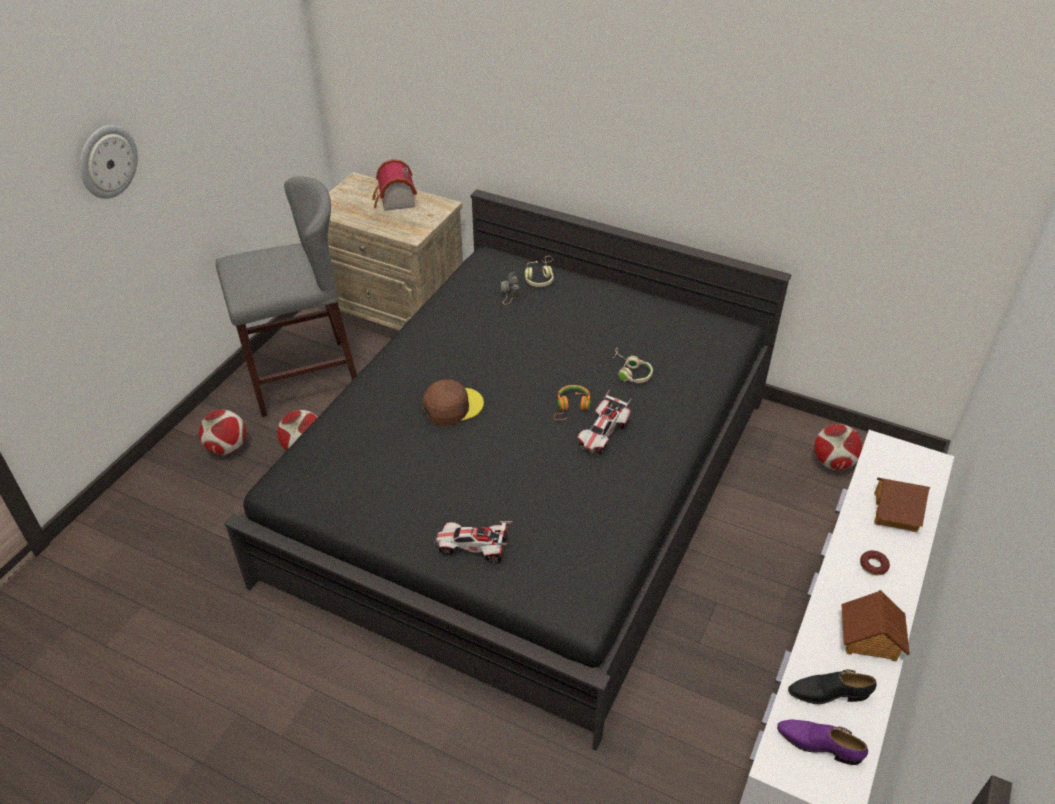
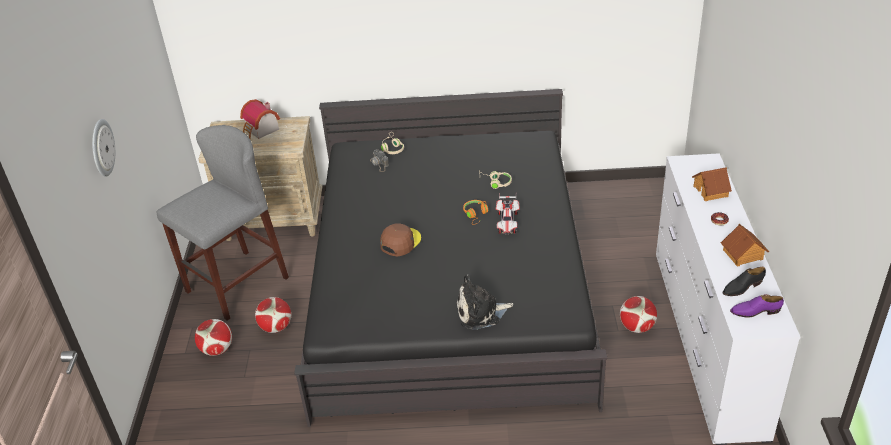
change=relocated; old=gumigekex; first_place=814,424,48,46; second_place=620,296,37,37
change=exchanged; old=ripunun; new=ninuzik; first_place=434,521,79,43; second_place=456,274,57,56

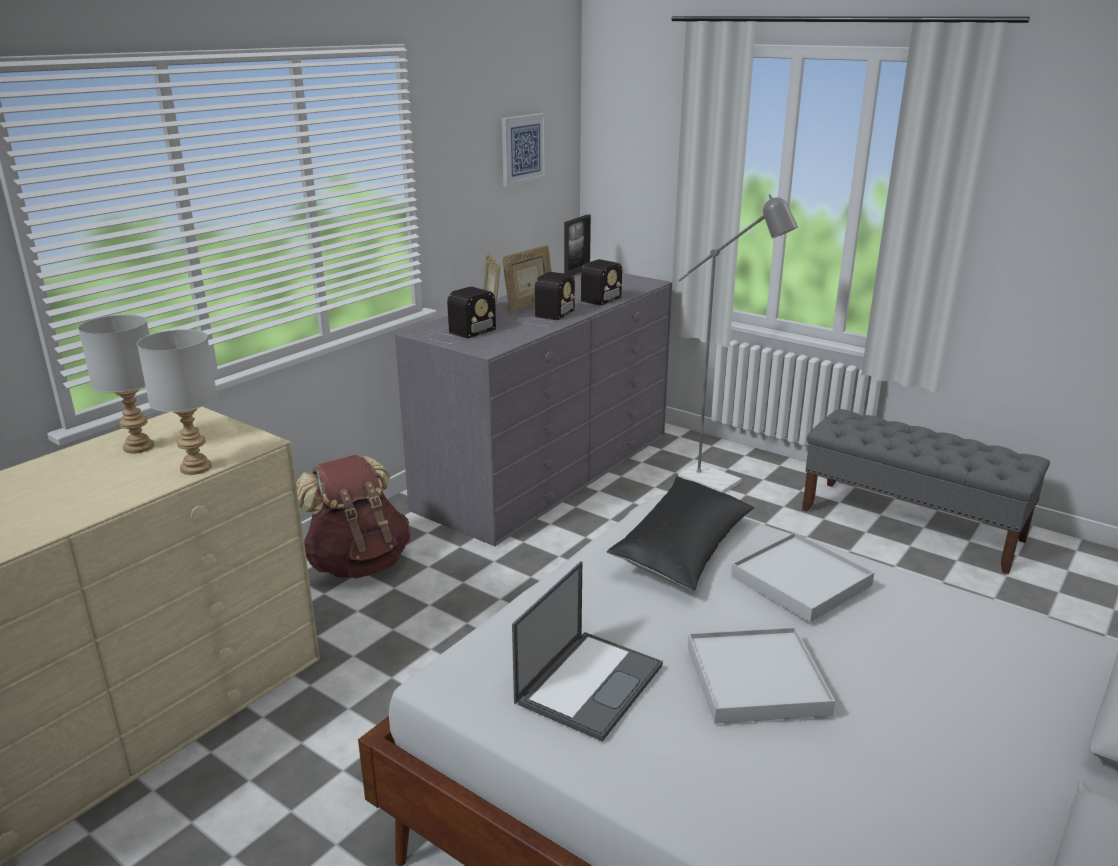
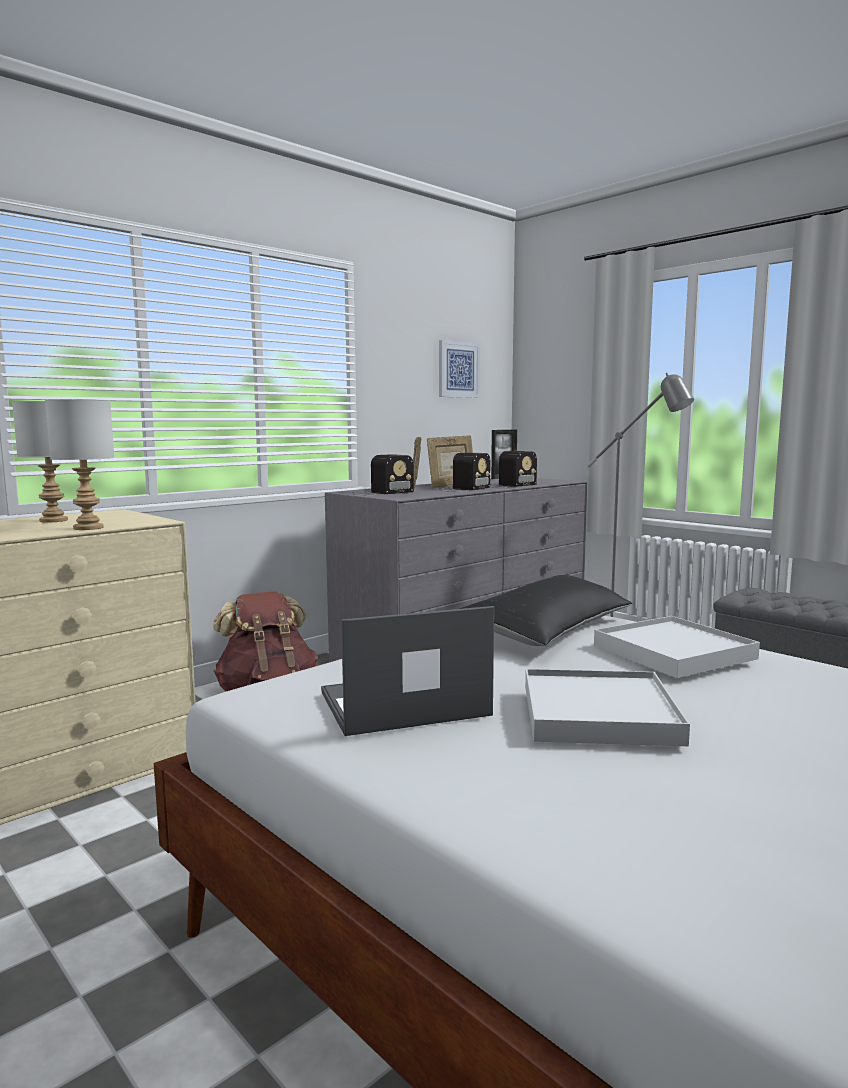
change=spun; old=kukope; first_place=512,561,151,181; second_place=321,606,173,130; degrees=-150

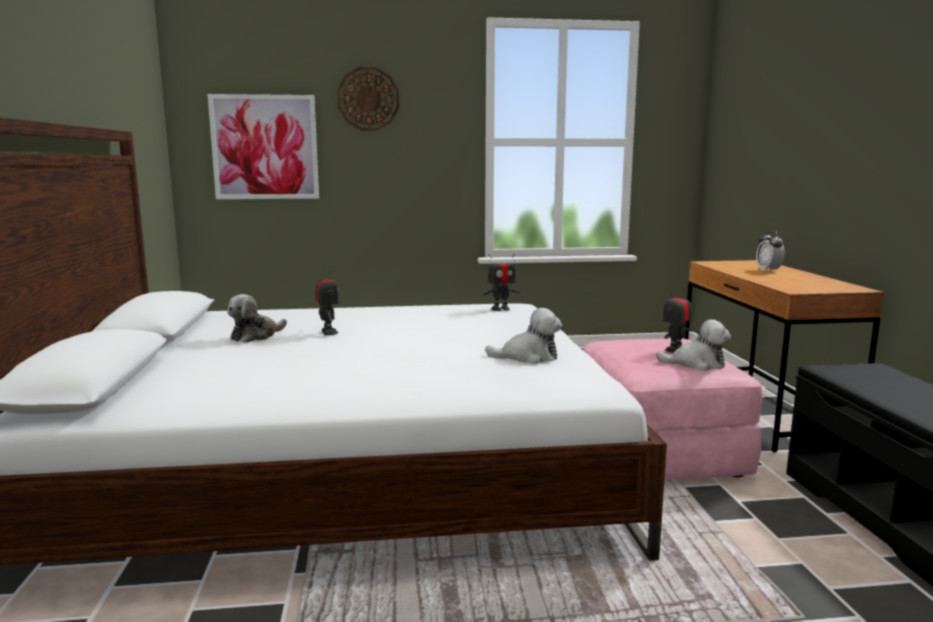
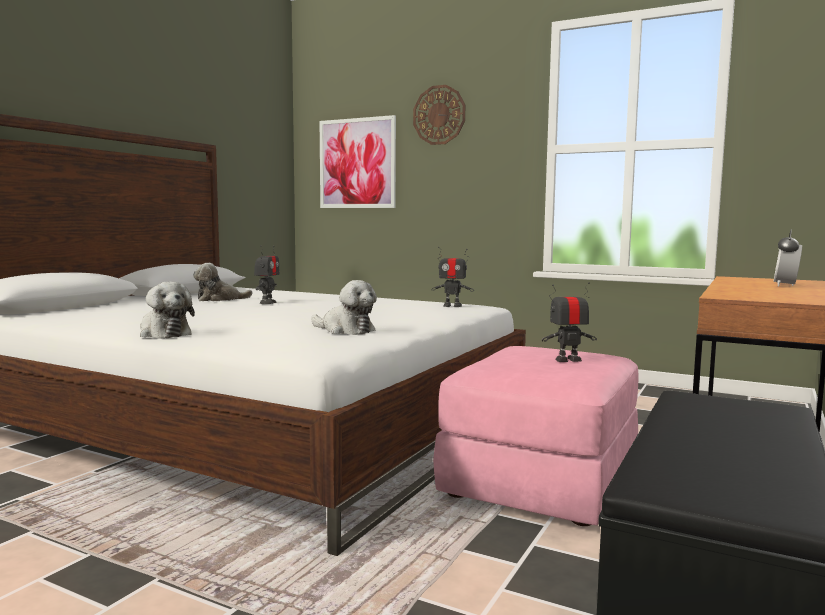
change=relocated; old=ninuzik; first_place=656,319,75,52; second_place=140,282,55,56

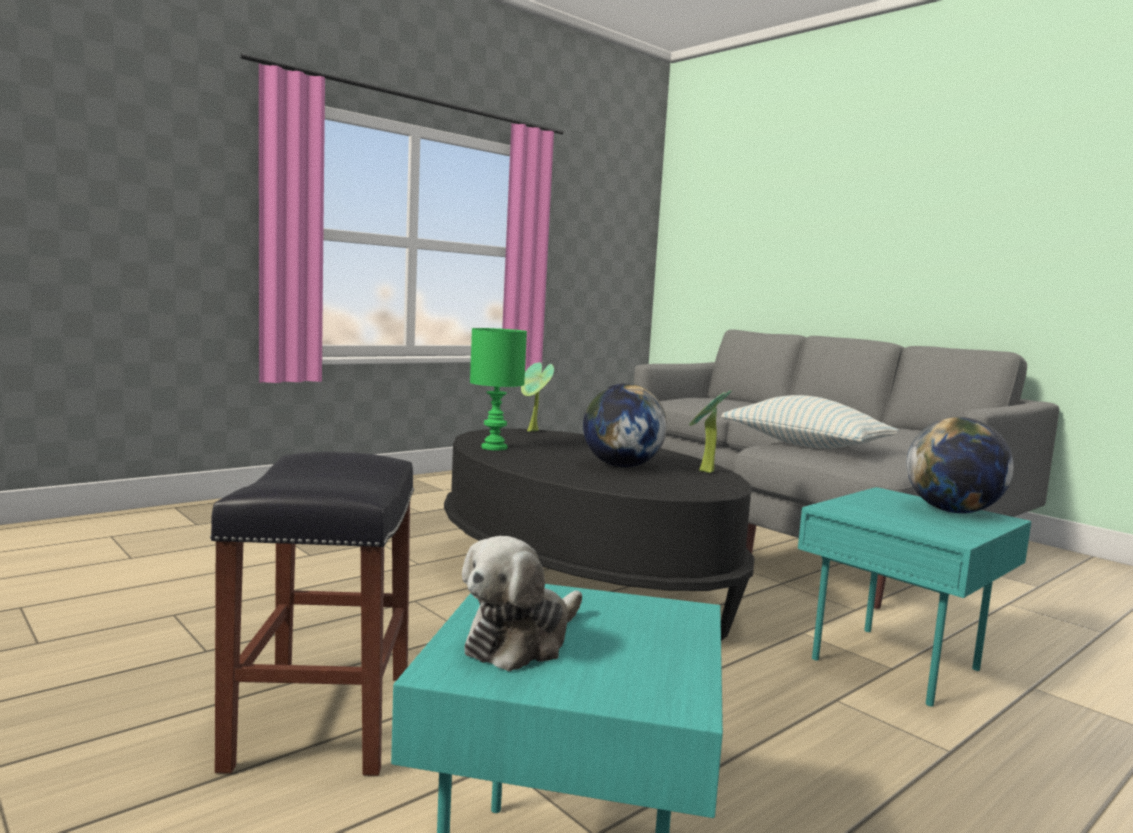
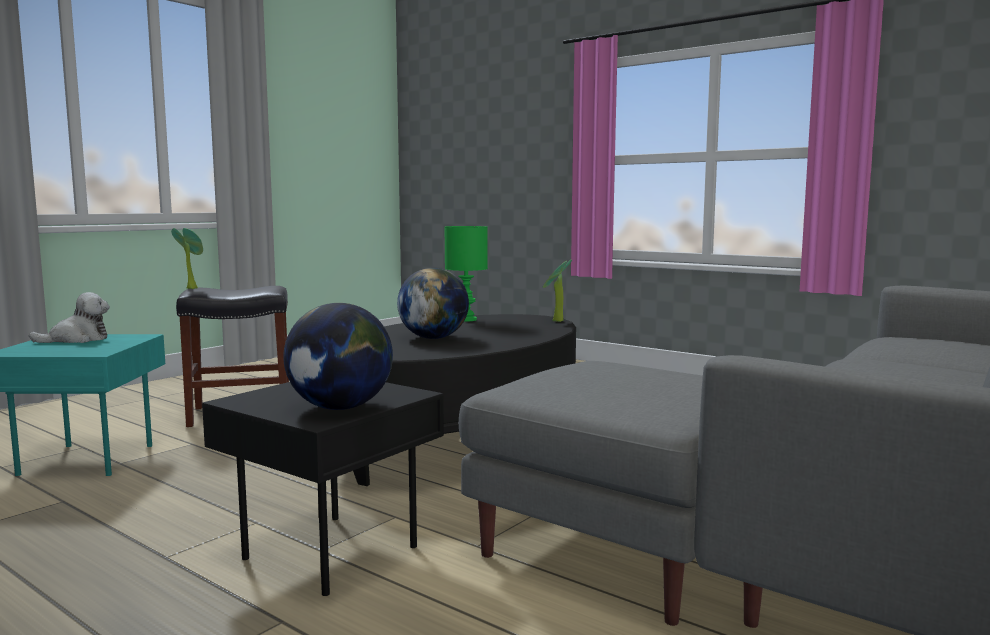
change=missing; old=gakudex; first_place=721,395,178,54
change=relocated; old=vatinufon; first_place=689,390,42,83; second_place=171,228,32,61
change=colour; old=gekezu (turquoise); new=gekezu (black); first_place=798,487,233,220; second_place=202,382,242,214
change=spun; old=ninuzik; first_place=462,536,120,135; second_place=29,292,81,51; degrees=120

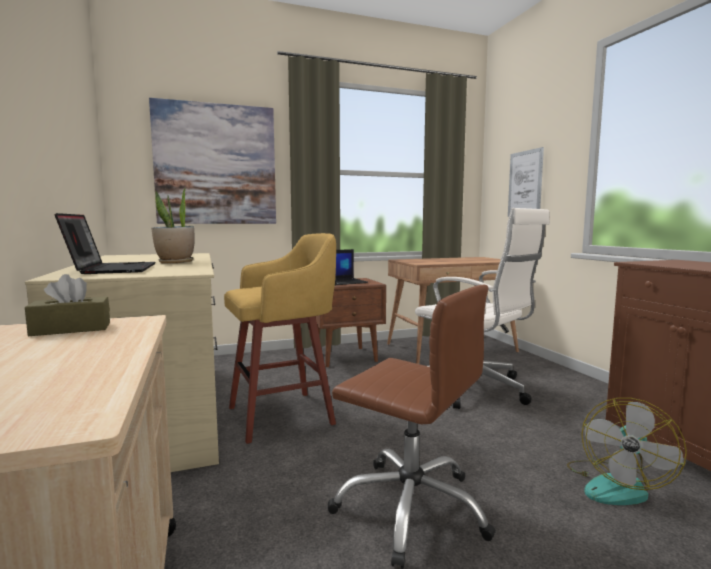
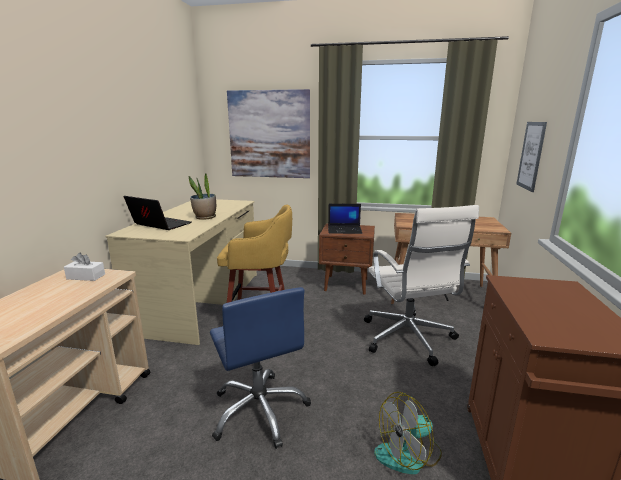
change=colour; old=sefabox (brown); new=sefabox (white); first_place=25,274,85,62; second_place=64,253,41,28
change=colour; old=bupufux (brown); new=bupufux (blue); first_place=328,285,168,283; second_place=210,287,101,162
change=spun; old=kukope; first_place=55,213,100,61; second_place=124,196,67,34; degrees=-75

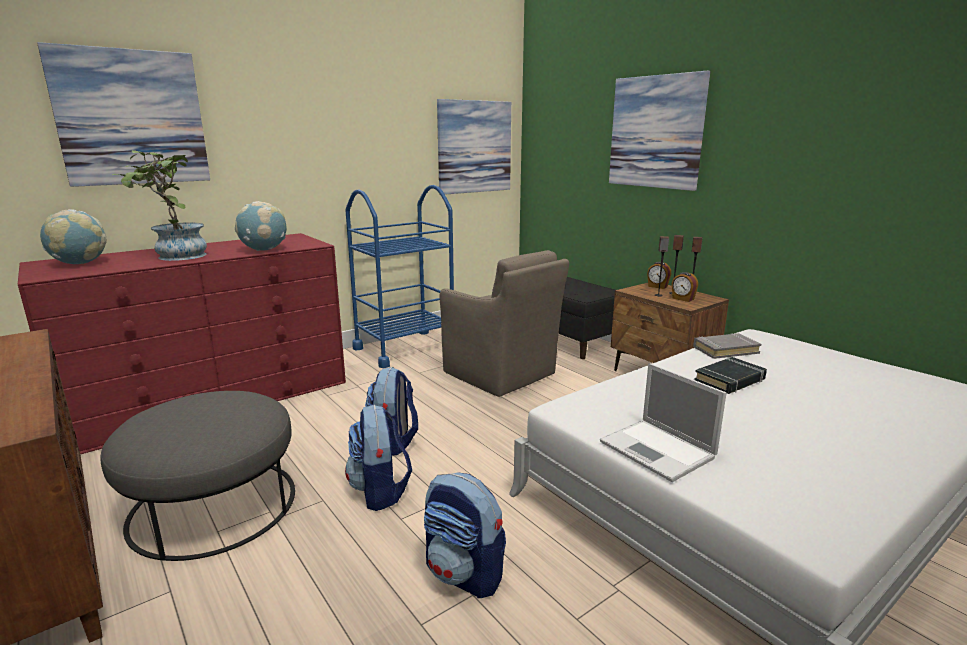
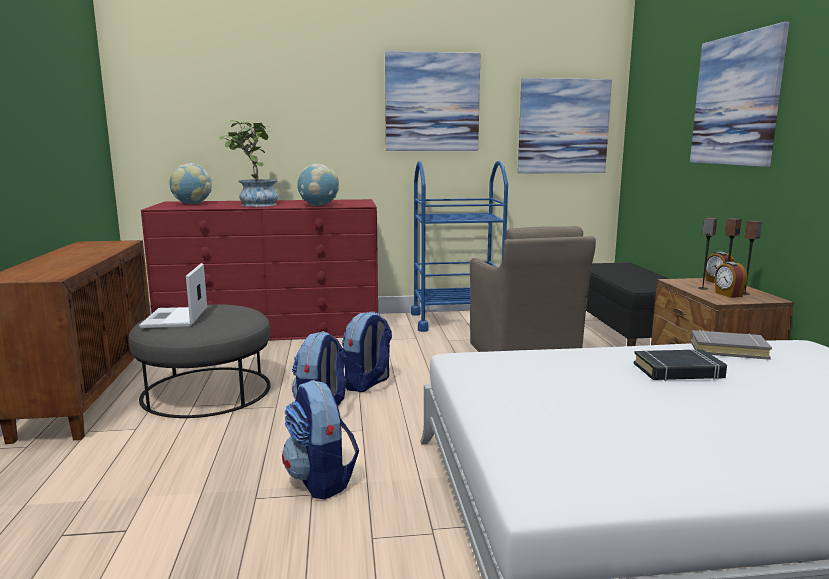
change=relocated; old=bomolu; first_place=37,42,173,145; second_place=385,51,96,100
change=relocated; old=kukope; first_place=600,363,126,119; second_place=139,263,68,65

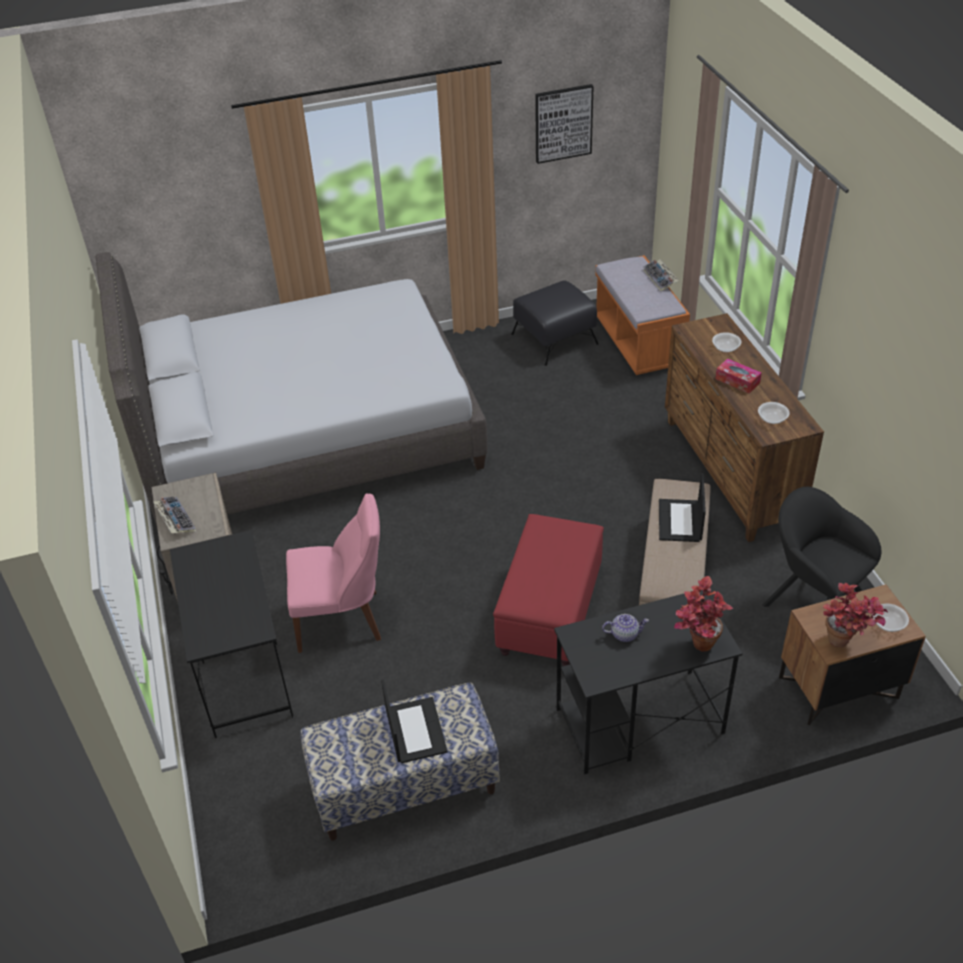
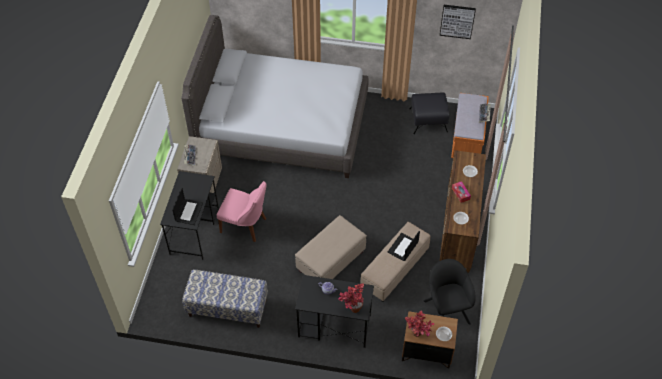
change=relocated; old=kukope; first_place=381,679,66,84; second_place=172,188,31,37
change=colour; old=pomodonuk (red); new=pomodonuk (beige); first_place=493,514,111,152; second_place=295,215,72,64

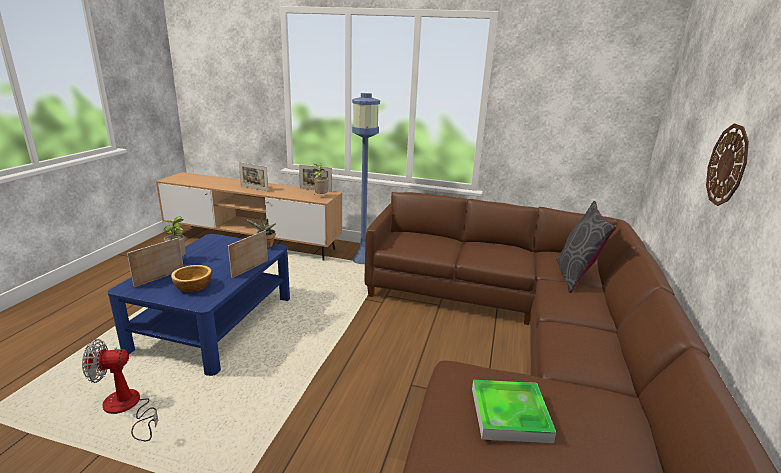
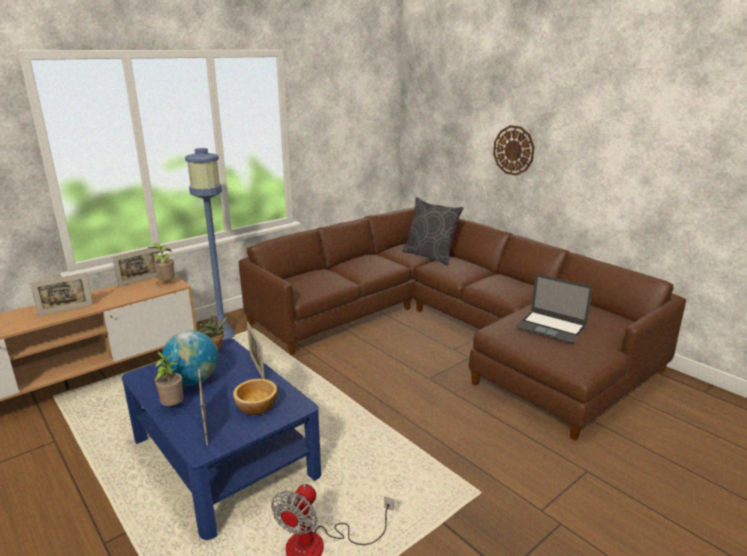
change=appeared; new=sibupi; second_place=161,330,58,55
change=exchanged; old=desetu; new=kukope; first_place=472,380,84,63; second_place=516,274,77,69

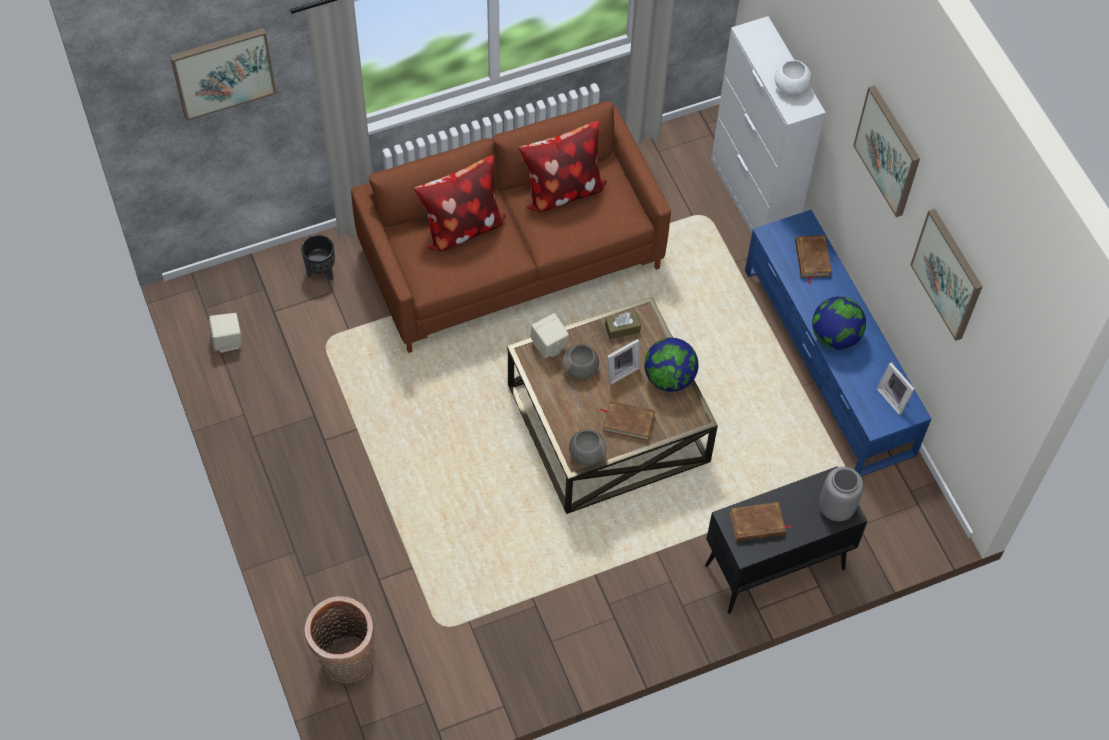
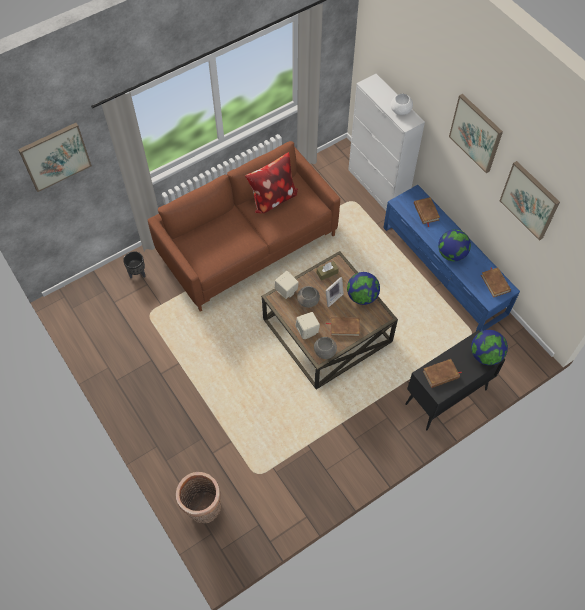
change=missing; old=gakudex; first_place=414,155,92,96
change=relocated; old=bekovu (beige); first_place=209,313,33,40; second_place=296,312,24,27
change=exchanged; old=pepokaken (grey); new=sibupi; first_place=819,467,44,54; second_place=471,330,37,35
change=exchanged; old=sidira; new=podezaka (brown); first_place=877,363,38,52; second_place=481,267,30,31

